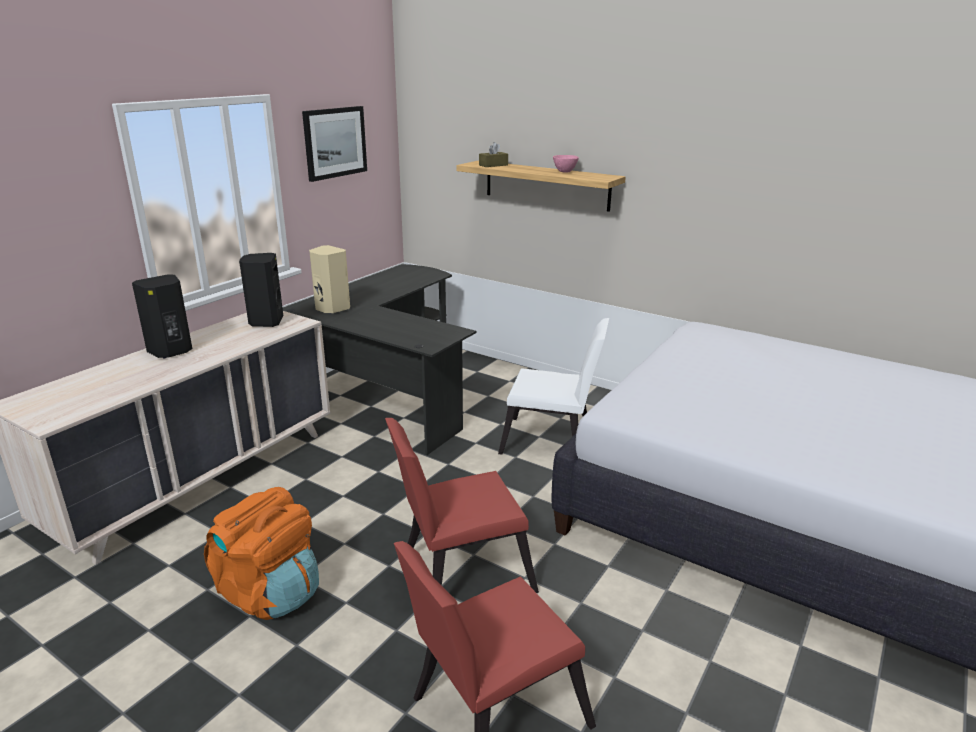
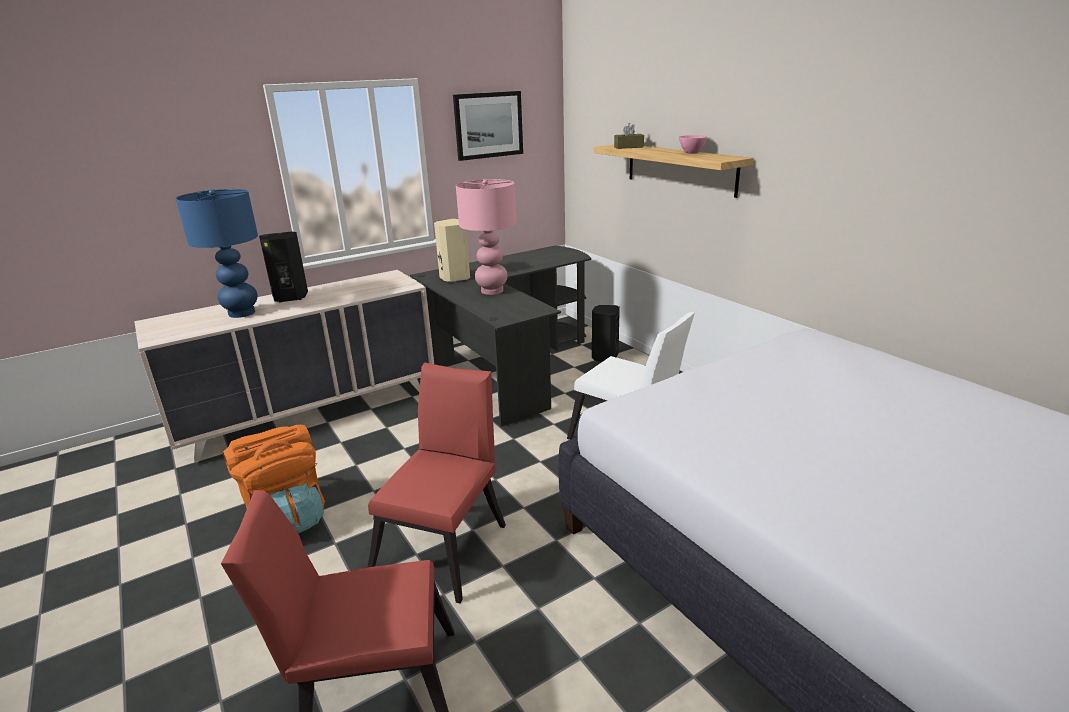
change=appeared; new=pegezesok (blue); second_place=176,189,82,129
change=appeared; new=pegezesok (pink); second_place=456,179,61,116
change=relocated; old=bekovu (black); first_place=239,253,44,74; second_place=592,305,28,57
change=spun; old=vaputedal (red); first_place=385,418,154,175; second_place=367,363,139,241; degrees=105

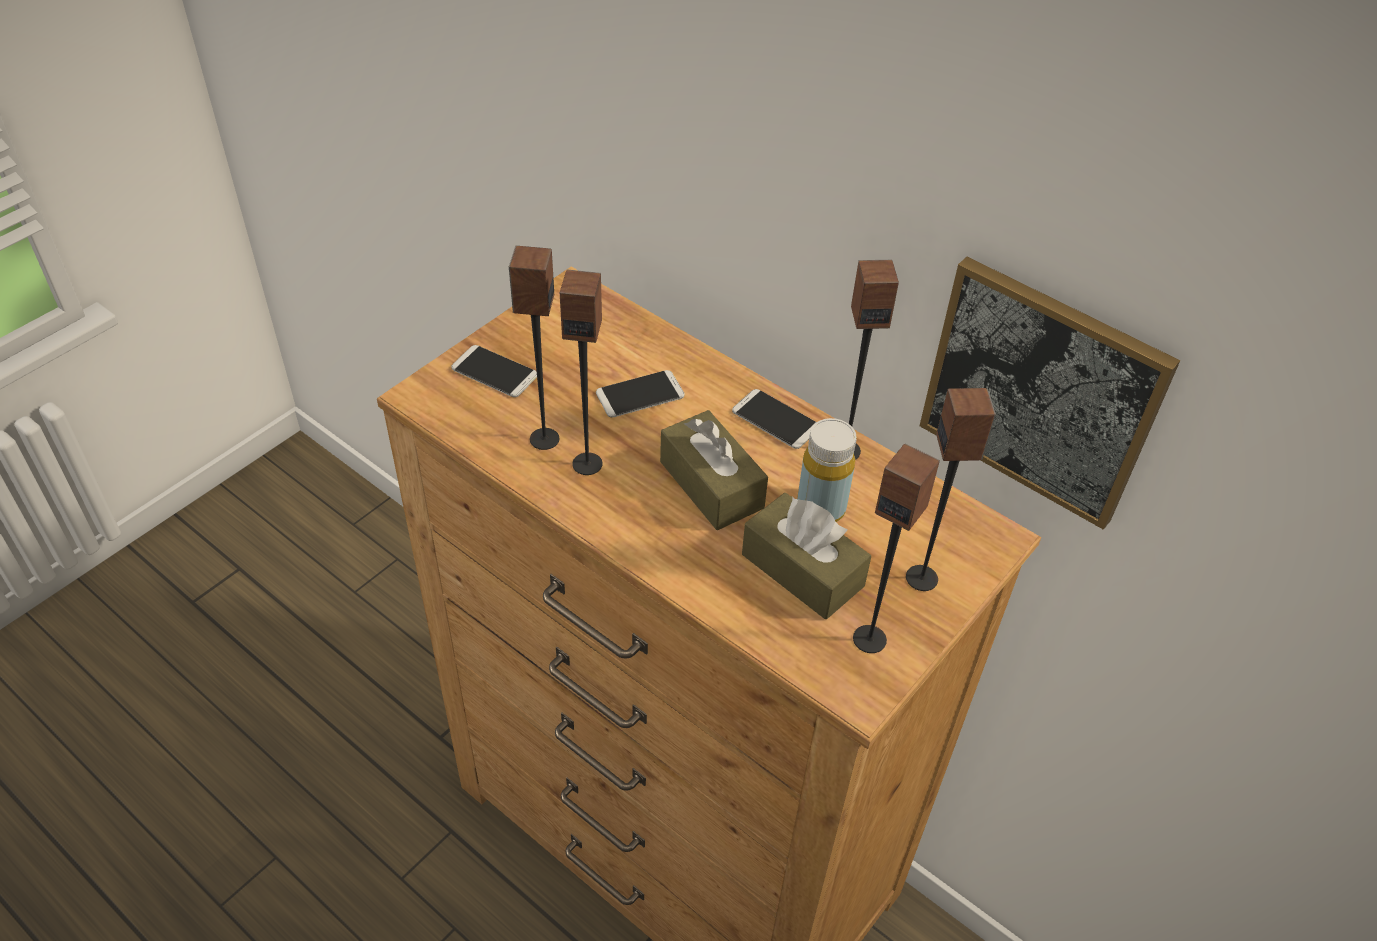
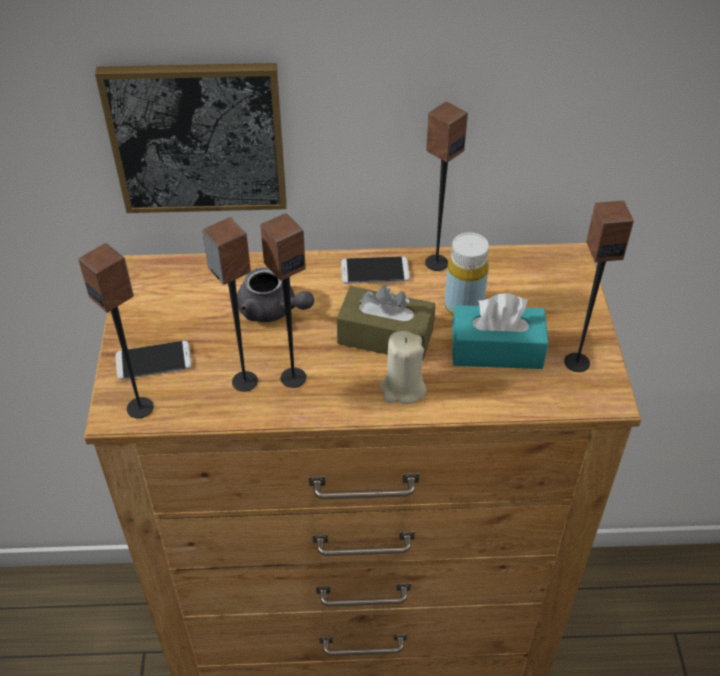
change=appeared; new=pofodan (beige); second_place=380,331,46,73
change=relocated; old=bekovu; first_place=906,388,90,203; second_place=78,243,76,175
change=relocated; old=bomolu; first_place=919,257,261,272; second_place=95,63,192,150
change=exchanged; old=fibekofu; new=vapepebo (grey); first_place=596,370,88,47; second_place=237,267,77,55
change=colour; old=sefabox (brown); new=sefabox (turquoise); first_place=742,493,129,126; second_place=452,293,97,76

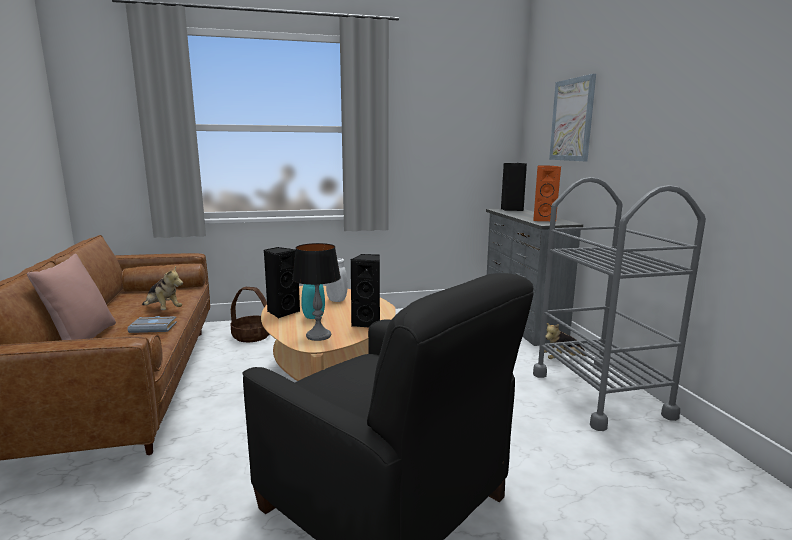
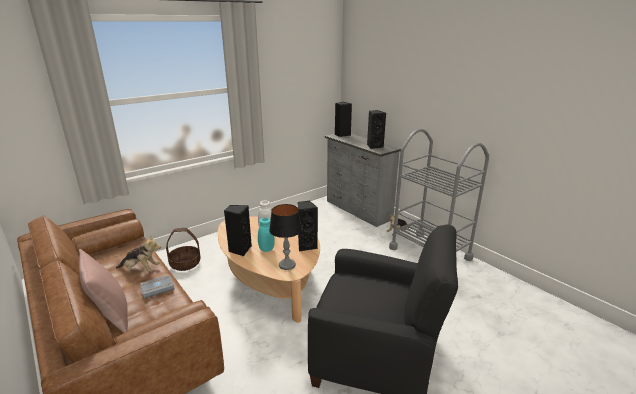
change=missing; old=bomolu; first_place=549,74,47,87
change=colour; old=bekovu (orange); new=bekovu (black); first_place=533,166,28,55; second_place=367,110,19,39

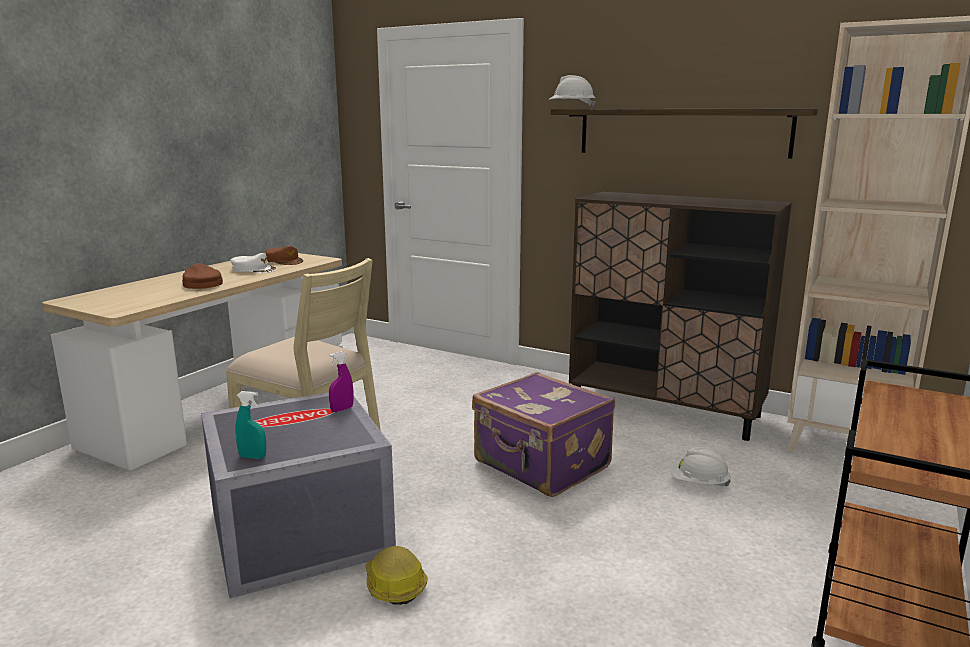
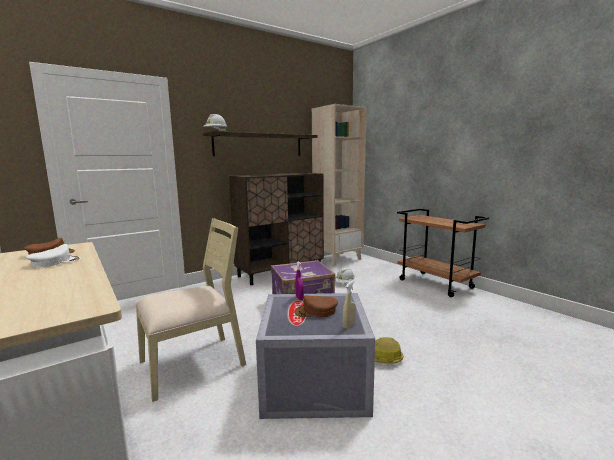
change=relocated; old=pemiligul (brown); first_place=182,263,41,26; second_place=294,295,44,22
change=colour; old=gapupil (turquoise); new=gapupil (beige); first_place=235,391,31,68; second_place=343,281,13,48

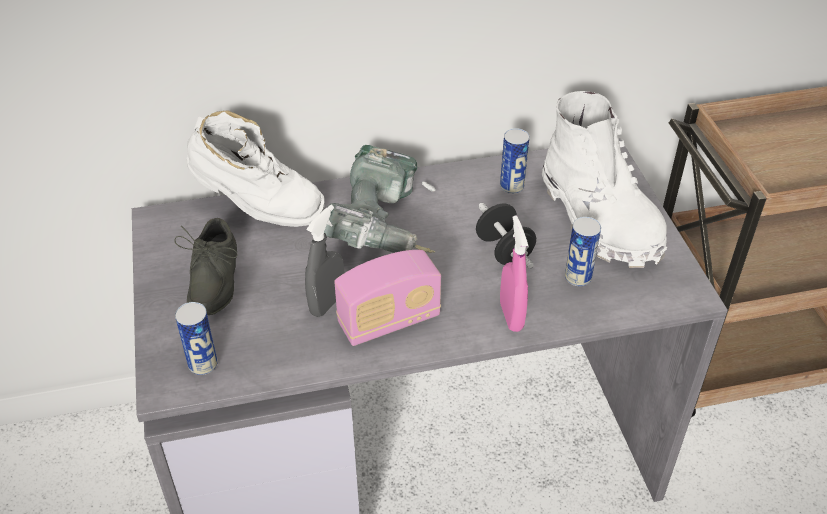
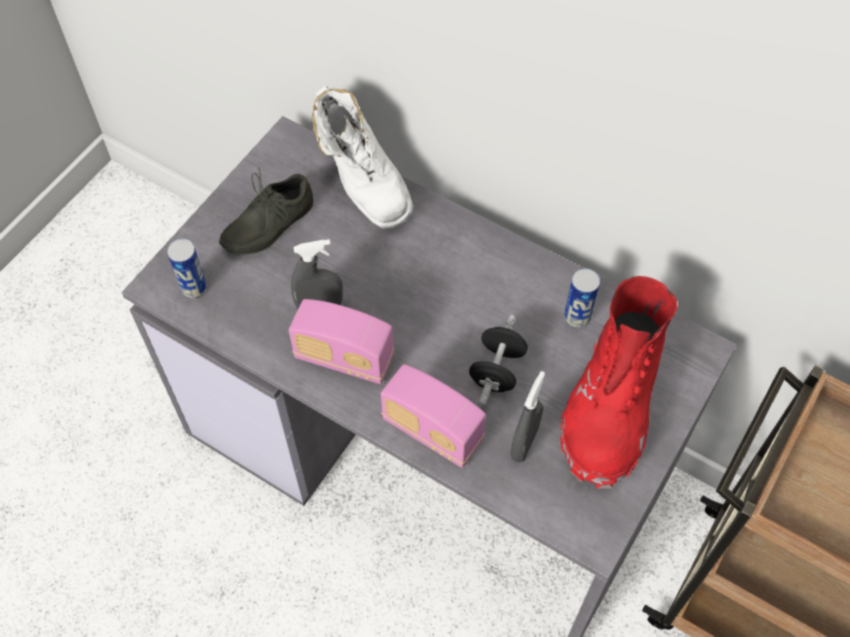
change=missing; old=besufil; first_place=324,145,112,108
change=exchanged; old=gapupil (pink); new=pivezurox; first_place=500,215,28,117; second_place=381,364,105,104
change=exchanged; old=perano; new=gapupil (grey); first_place=565,217,36,69; second_place=510,371,35,91
change=colour; old=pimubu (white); new=pimubu (red); first_place=542,91,125,177; second_place=560,276,117,213

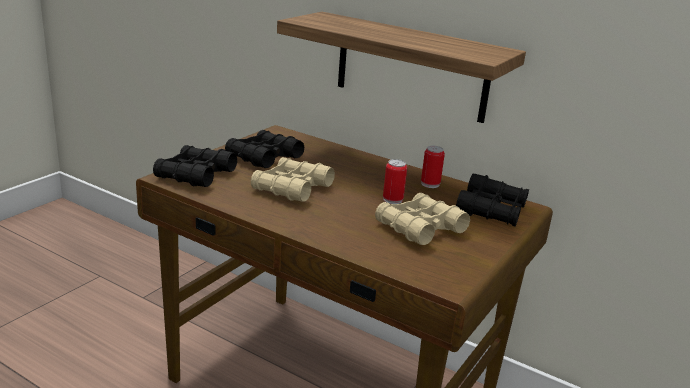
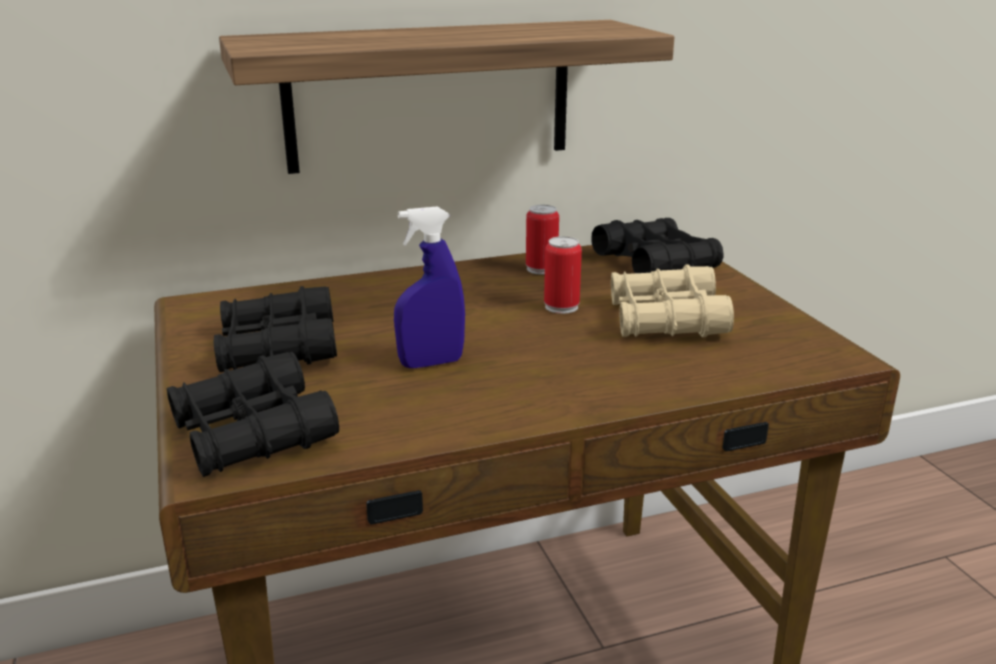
change=exchanged; old=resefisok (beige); new=gapupil (blue); first_place=251,157,84,45; second_place=394,207,71,161

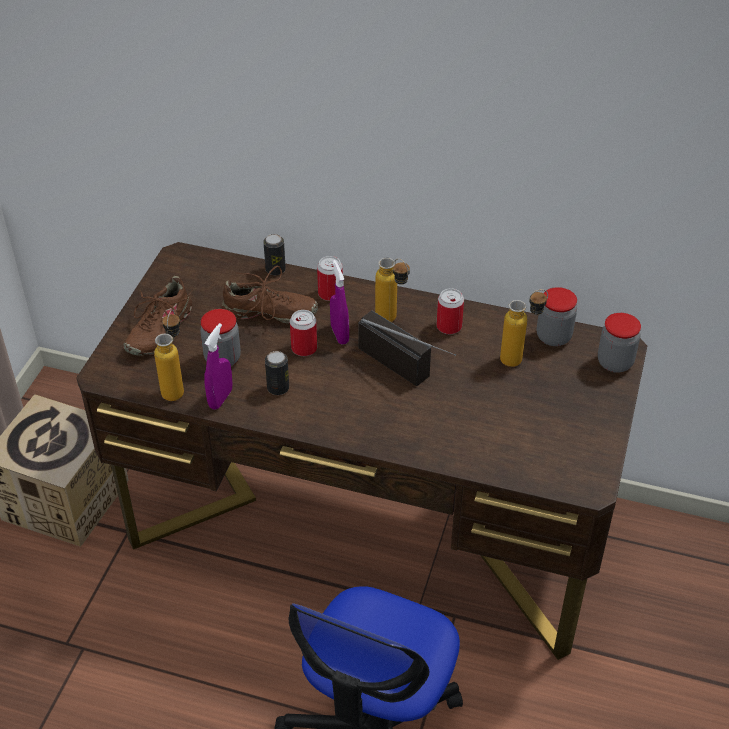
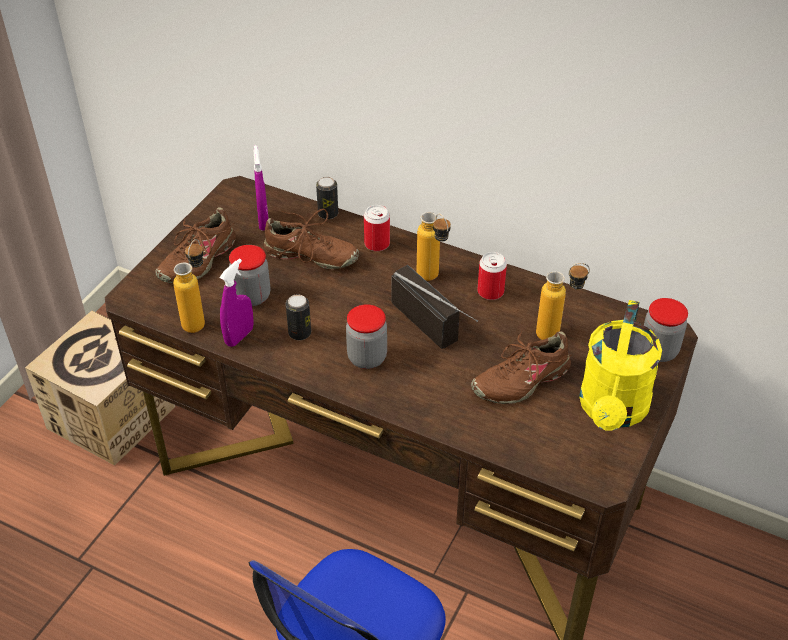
change=missing; old=perano; first_place=290,310,27,46
change=appeared; new=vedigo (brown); second_place=471,331,101,73
change=appeared; new=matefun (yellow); second_place=579,300,83,131
change=relocated; old=gapupil (purple); first_place=330,260,19,84; second_place=254,145,15,86
change=relocated; old=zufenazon; first_place=537,287,40,59; second_place=346,304,41,65

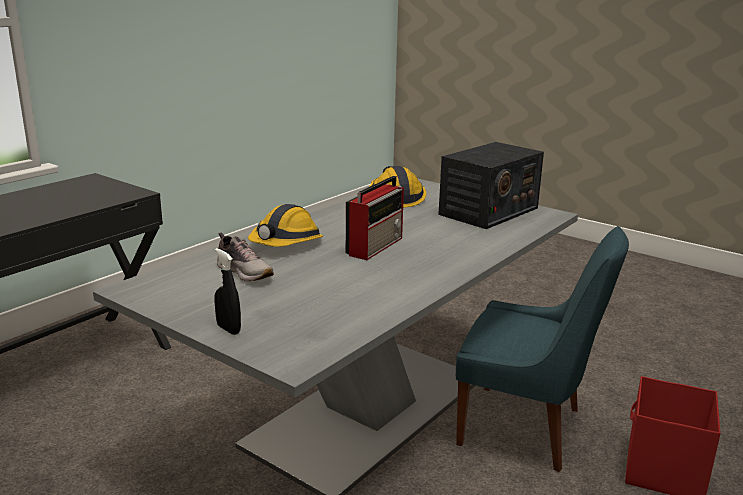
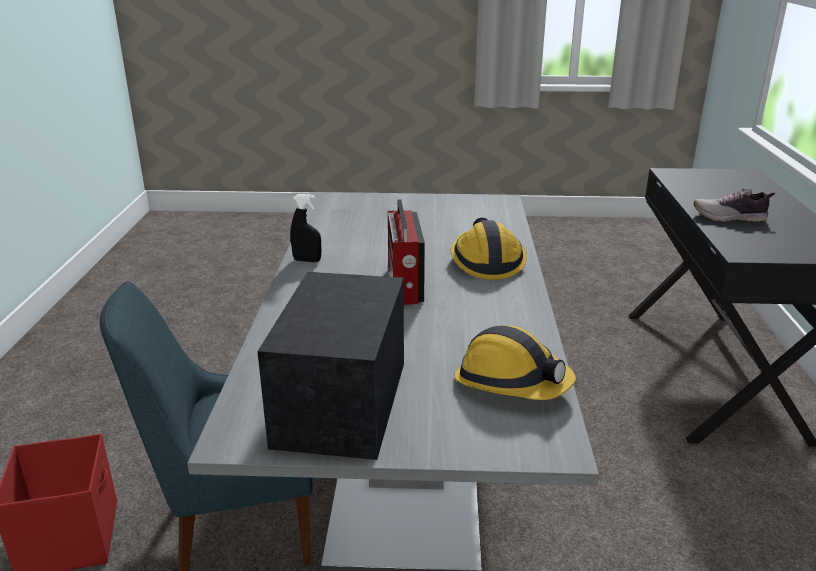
change=relocated; old=gapupil (black); first_place=214,248,27,87; second_place=291,194,30,68
change=relocated; old=vedigo; first_place=217,233,57,49; second_place=694,189,81,33

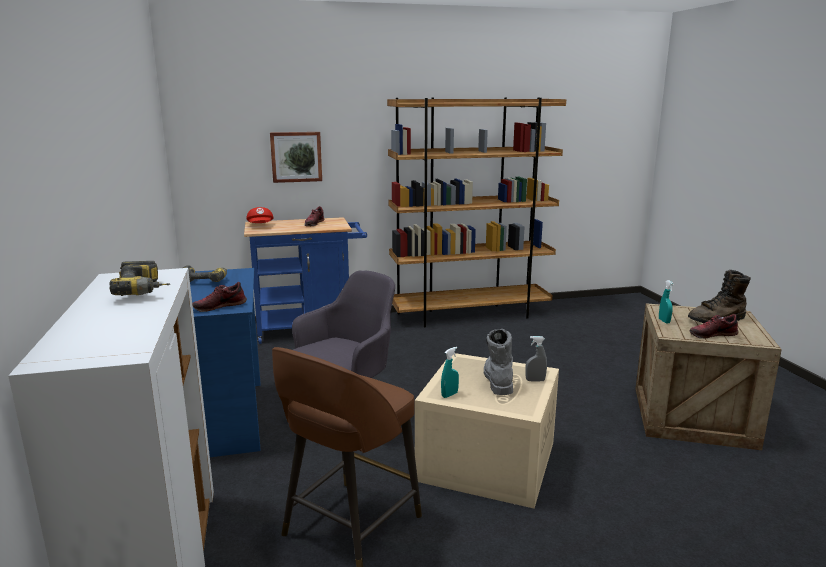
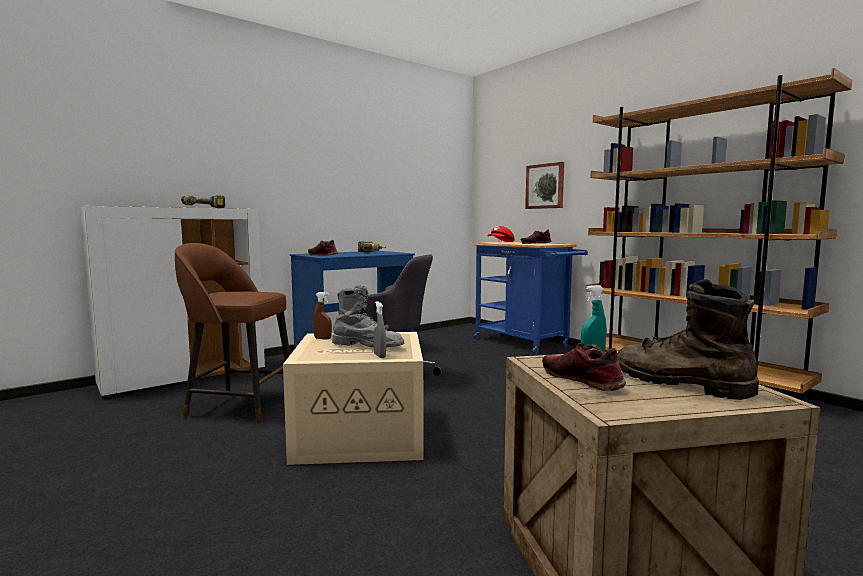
change=colour; old=gapupil (turquoise); new=gapupil (brown); first_place=441,347,18,51; second_place=313,292,19,48
change=spun; old=pimubu (grey); first_place=484,329,29,66; second_place=332,285,72,63; degrees=45

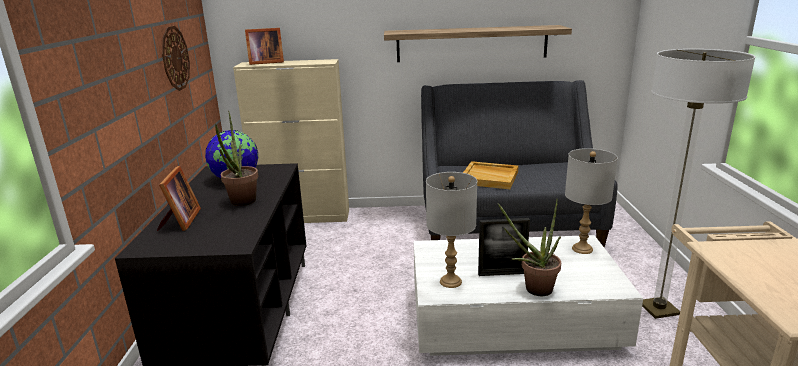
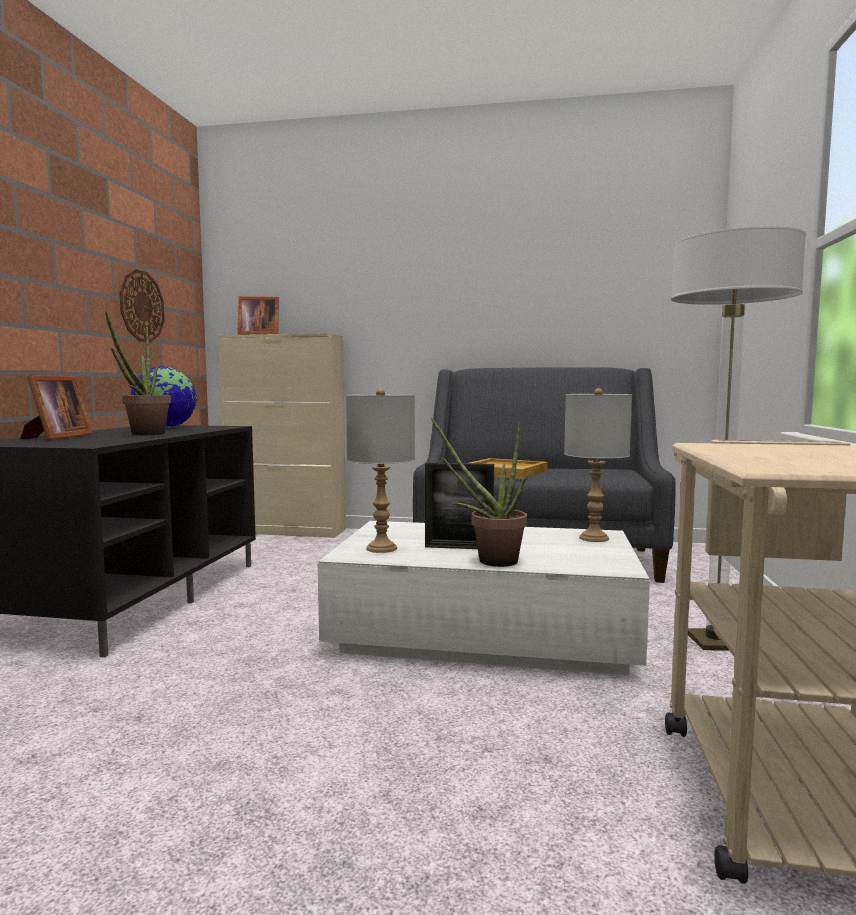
change=missing; old=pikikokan; first_place=384,25,188,37

